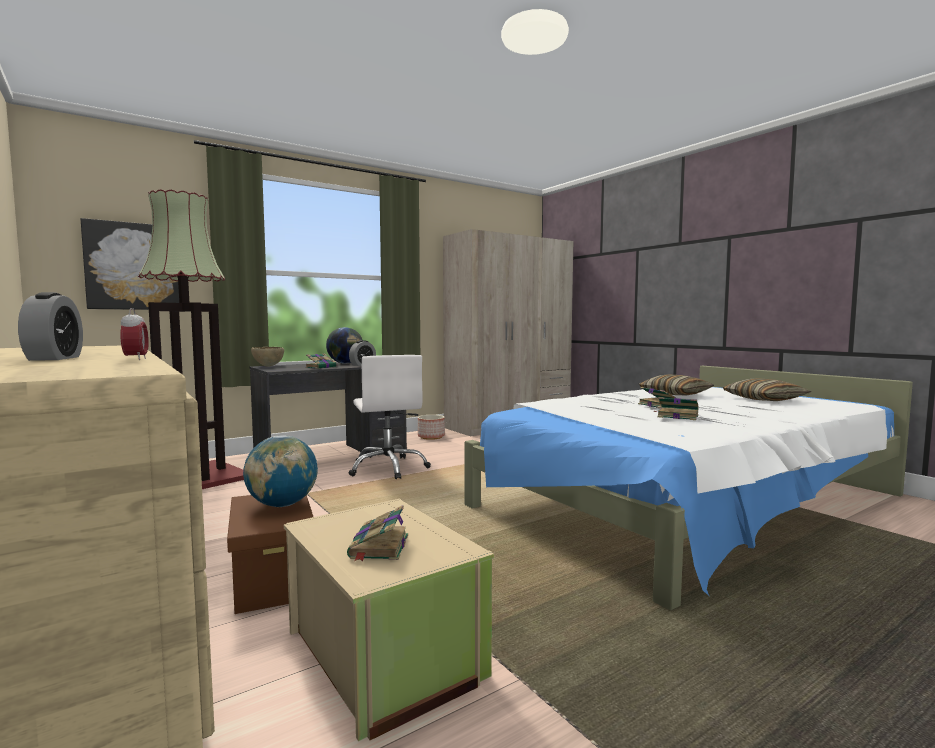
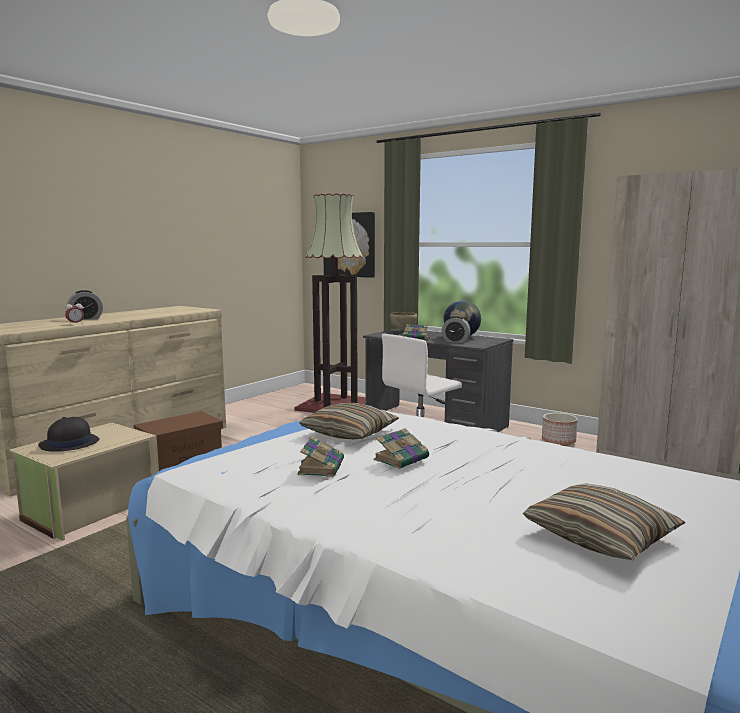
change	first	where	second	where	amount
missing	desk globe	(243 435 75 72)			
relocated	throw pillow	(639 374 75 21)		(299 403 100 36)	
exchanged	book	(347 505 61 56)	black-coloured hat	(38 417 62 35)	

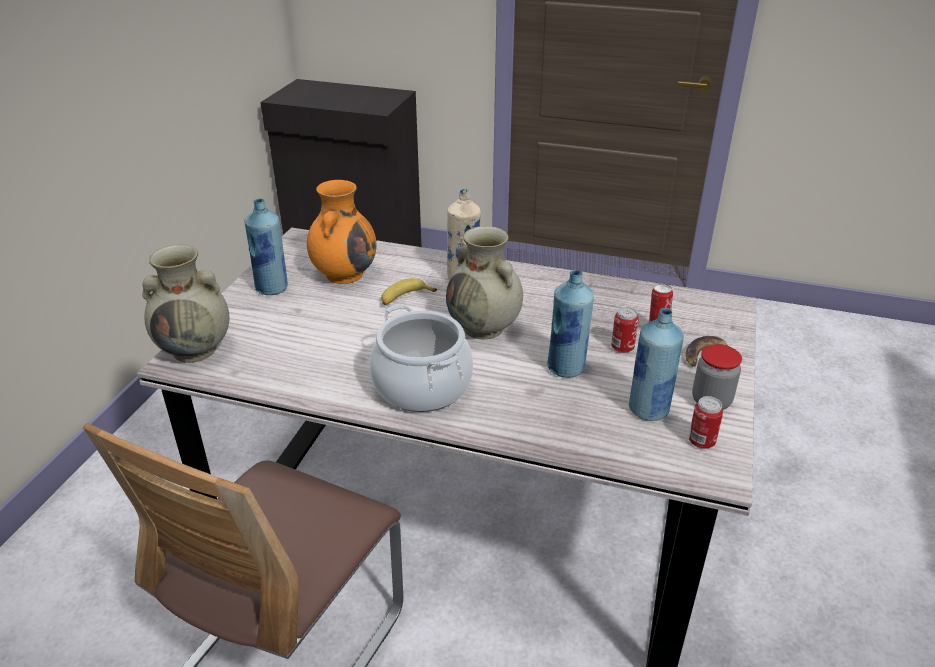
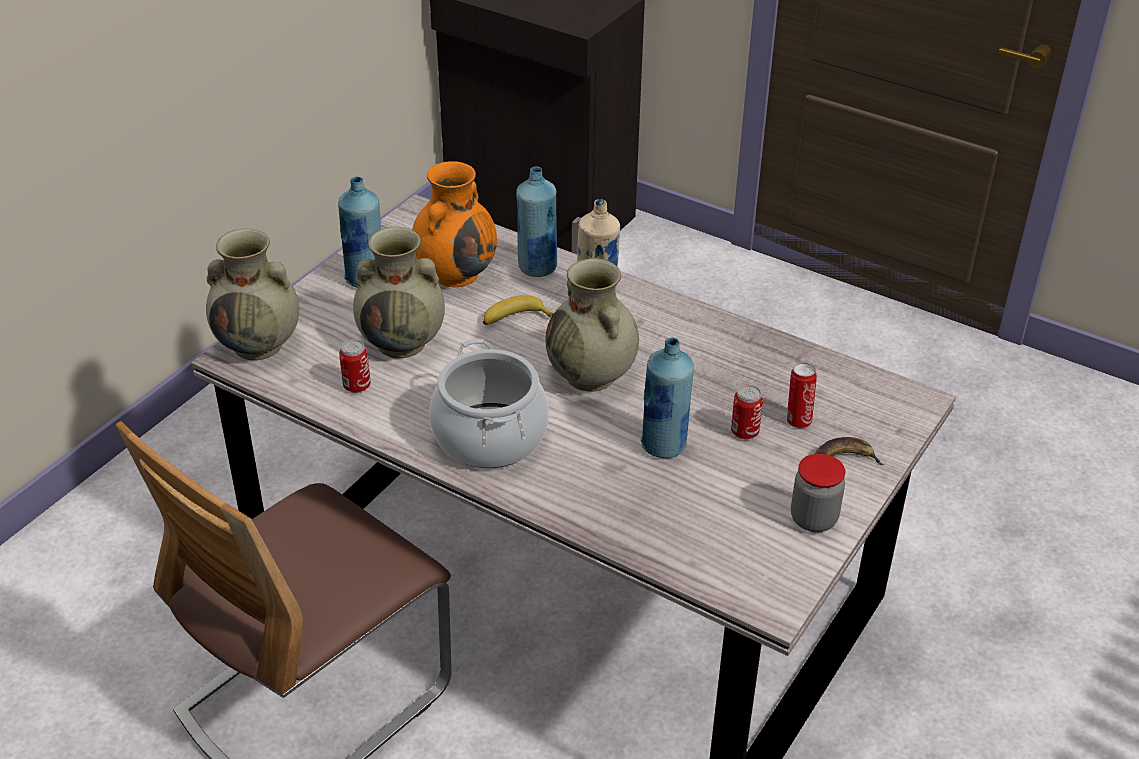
change	first	where	second	where	amount
appeared			beige decorative vase	(353 227 92 131)	
relocated	bluish beverage bottle	(629 308 55 113)		(516 166 41 111)	
relocated	metal can	(688 396 35 53)		(339 339 32 54)	

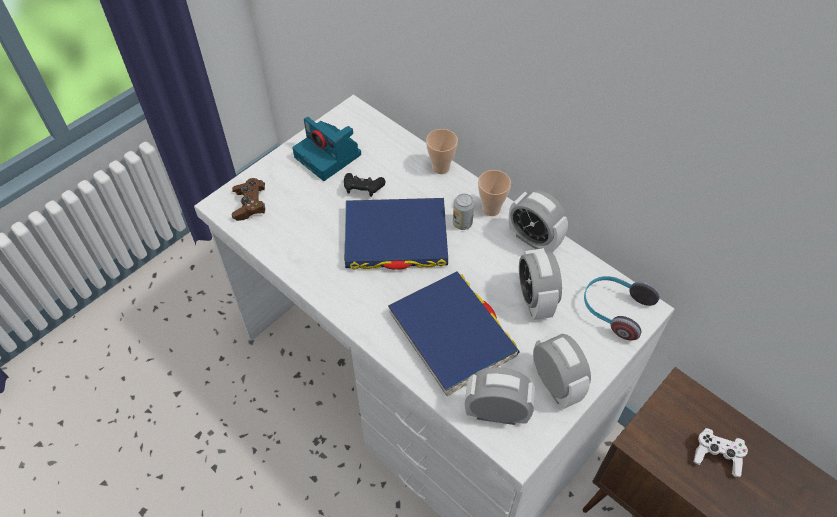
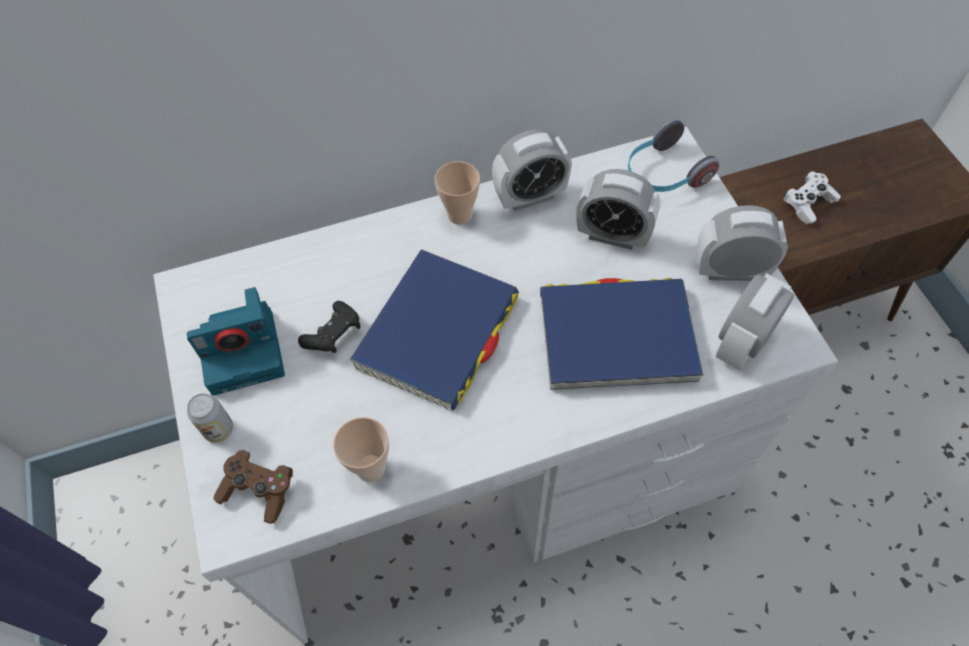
change	first	where	second	where	amount
relocated	cup	(426 129 32 45)		(333 417 56 65)	
relocated	metal can	(453 193 21 37)		(187 393 46 50)	

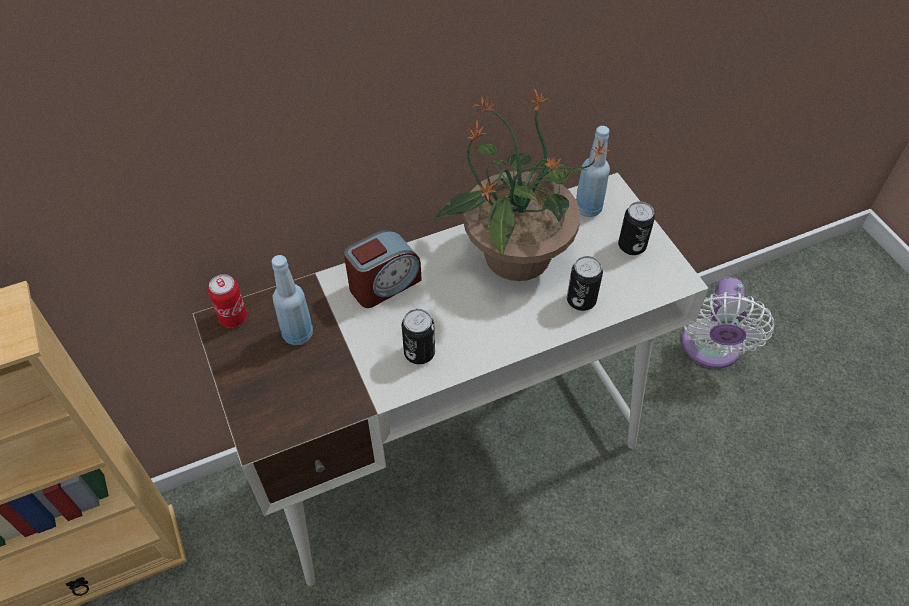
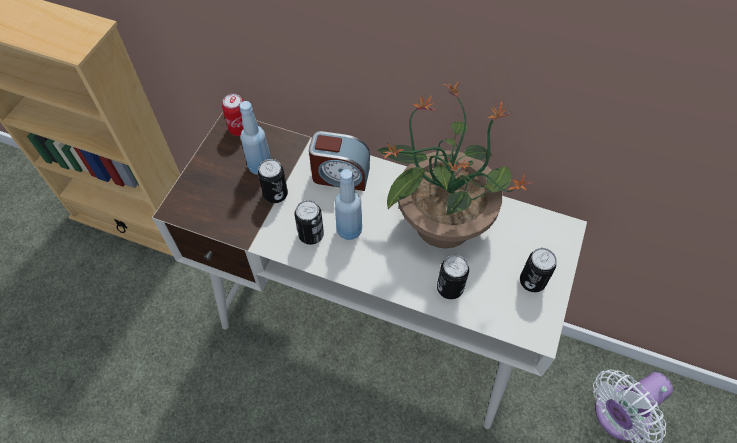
change	first	where	second	where	amount
appeared			metal can	(258 159 30 44)	
relocated	bluish beverage bottle	(576 126 34 91)		(335 169 27 71)	

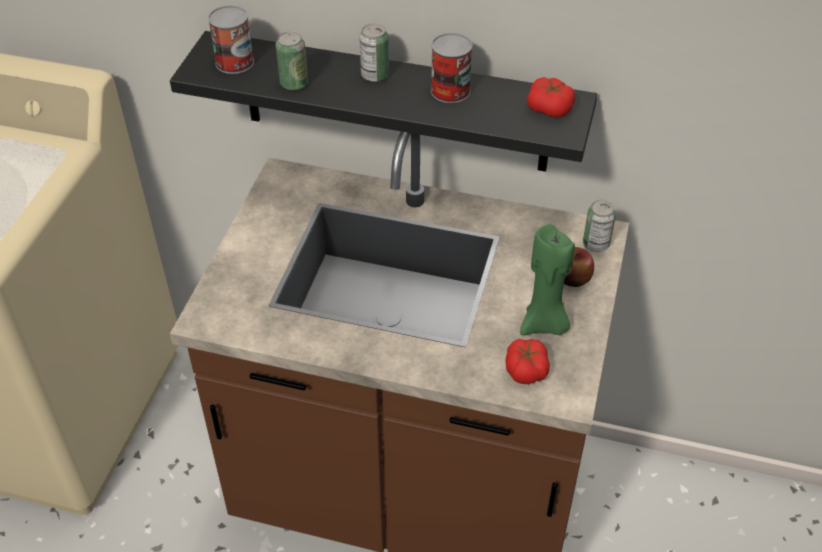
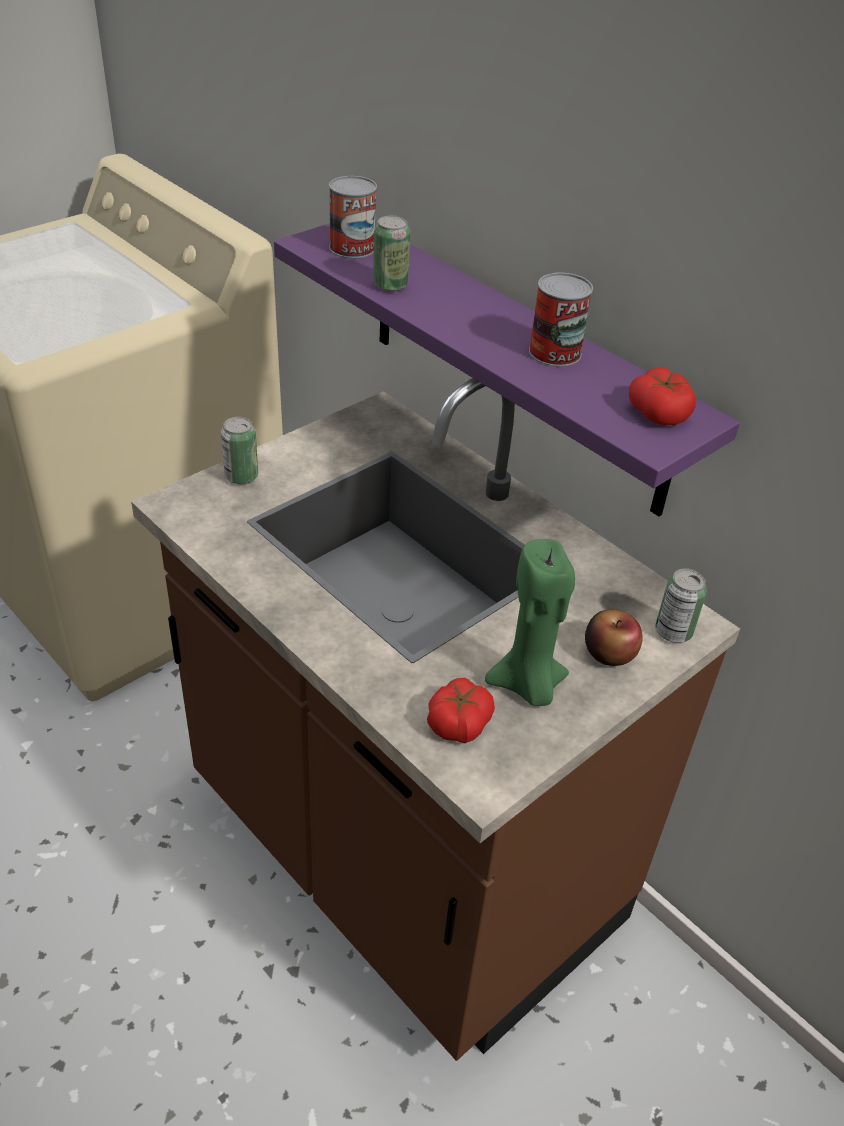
change	first	where	second	where	amount
relocated	metal can	(359 23 30 59)		(221 417 37 67)	
colour	black-coloured wall shelf	(170 31 427 141)	purple wall shelf	(274 223 466 293)	

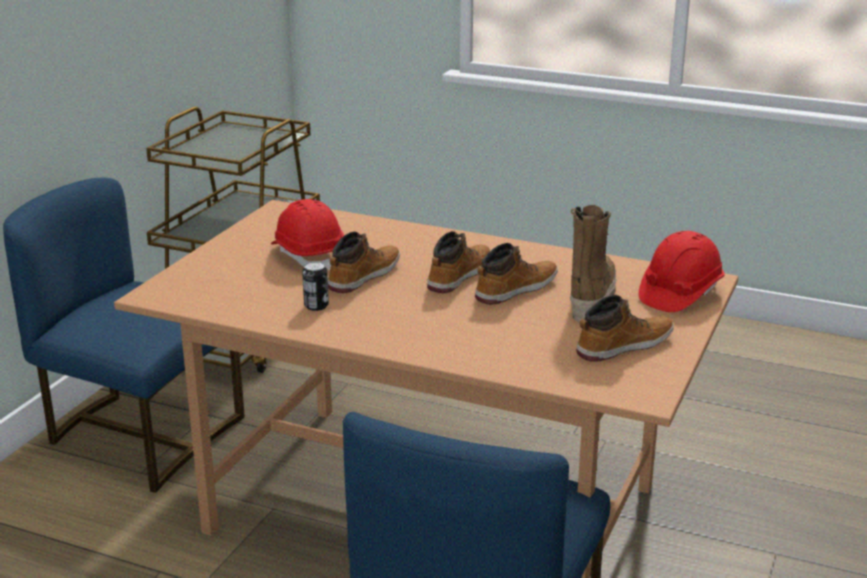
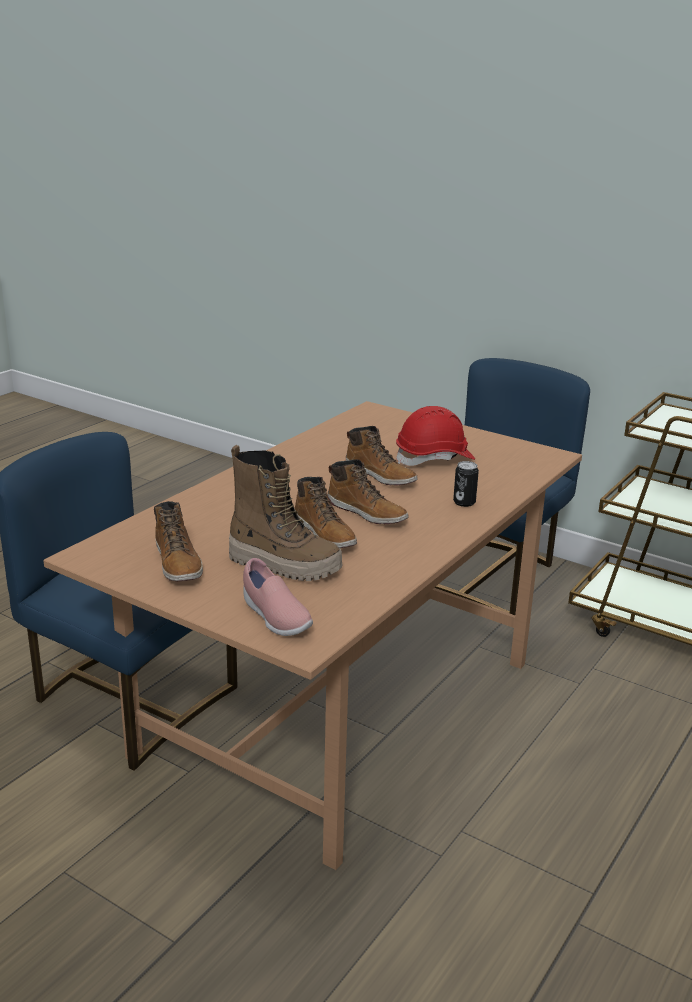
change	first	where	second	where	amount
relocated	metal can	(302 261 27 50)		(453 461 26 46)	
exchanged	red-coloured safety helmet	(639 231 86 81)	pink item of footwear	(243 558 70 78)	

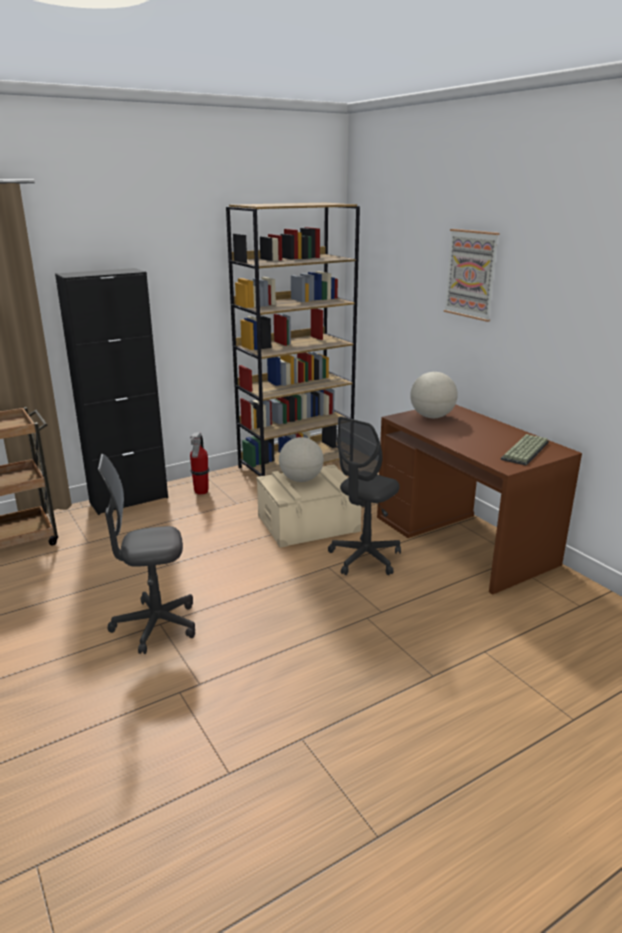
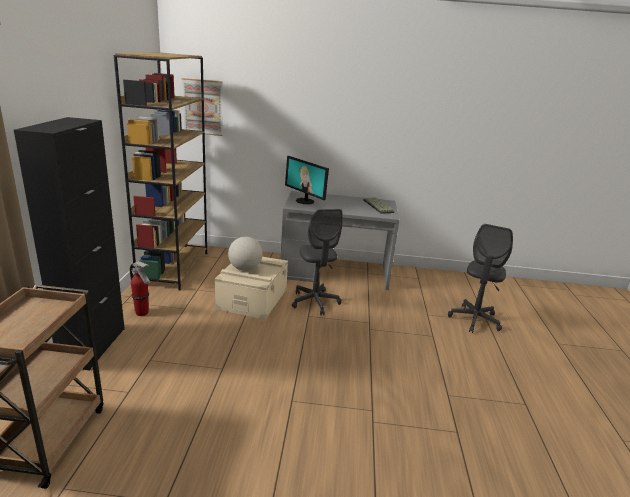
change	first	where	second	where	amount
relocated	greyish computer chair	(98 454 97 200)		(448 224 65 109)	
relocated	wall art	(444 229 56 93)		(182 78 41 58)	
exchanged	desk globe	(410 372 48 46)	monitor	(285 156 44 48)	
colour	brownish desk unit	(377 404 205 191)	greyish desk unit	(281 191 118 99)	

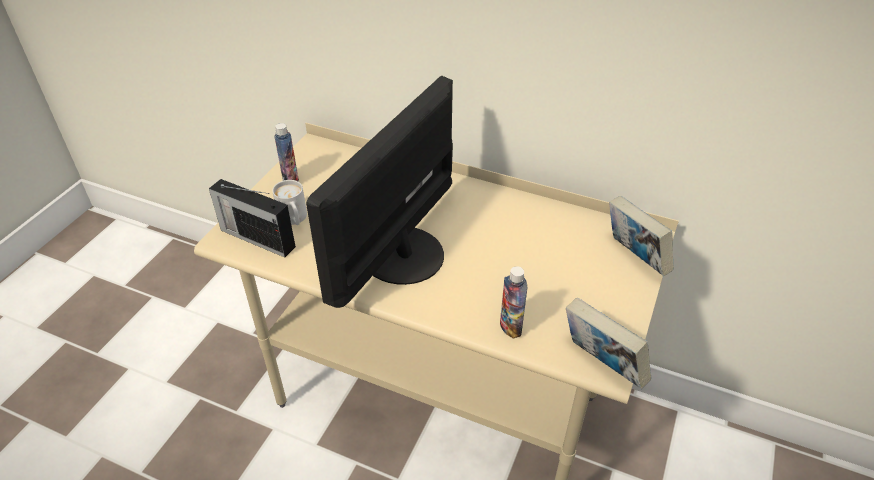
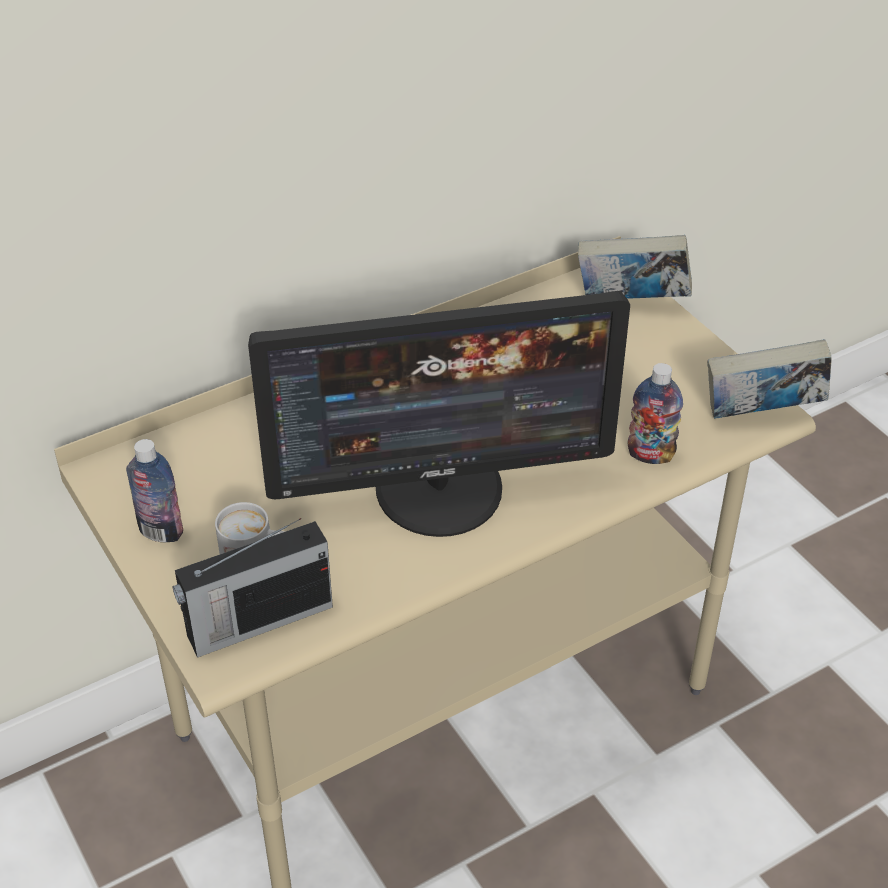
change	first	where	second	where	amount
spun	monitor	(306 76 147 232)		(248 291 382 246)	75 degrees counterclockwise

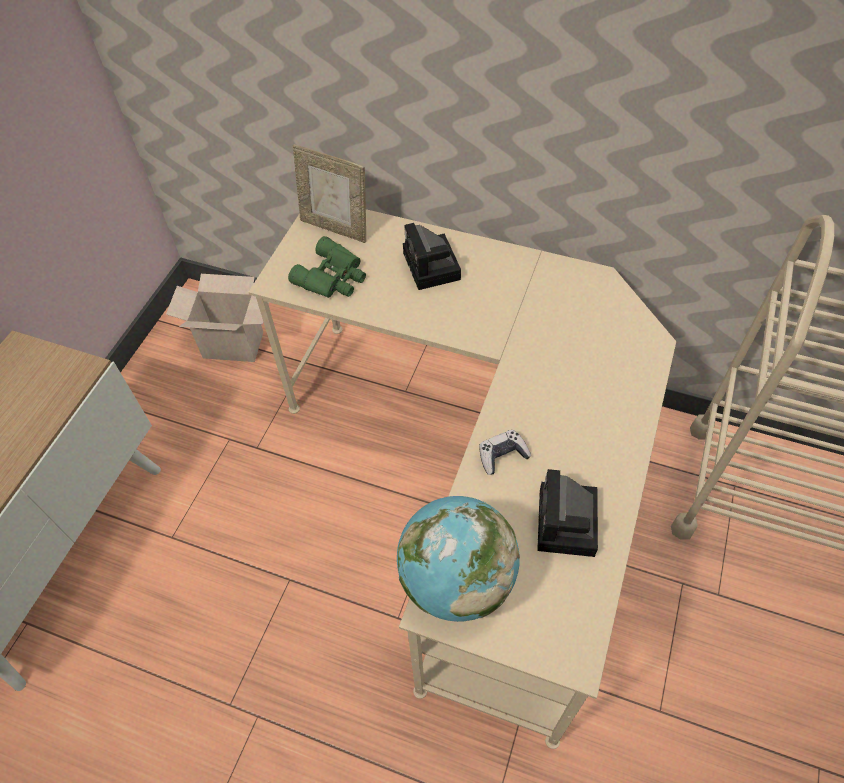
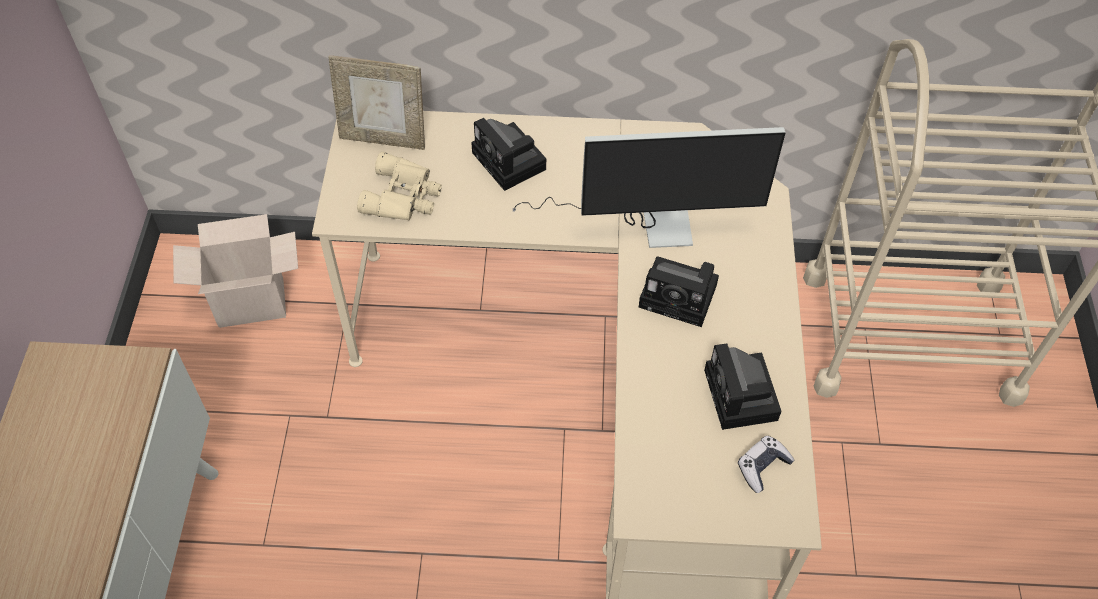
change	first	where	second	where	amount
missing	desk globe	(397 496 123 126)			
appeared			monitor	(513 127 273 121)	
appeared			still camera	(638 256 81 71)	
relocated	gamepad	(479 430 52 45)		(738 436 56 57)	
colour	green field glasses	(288 236 78 62)	beige field glasses	(357 152 85 68)	

